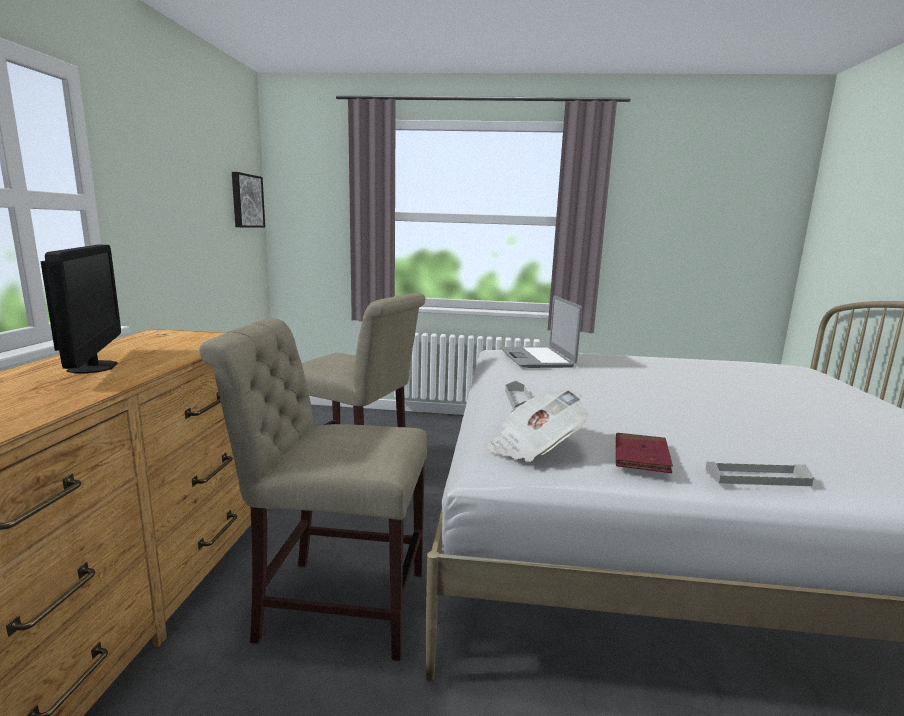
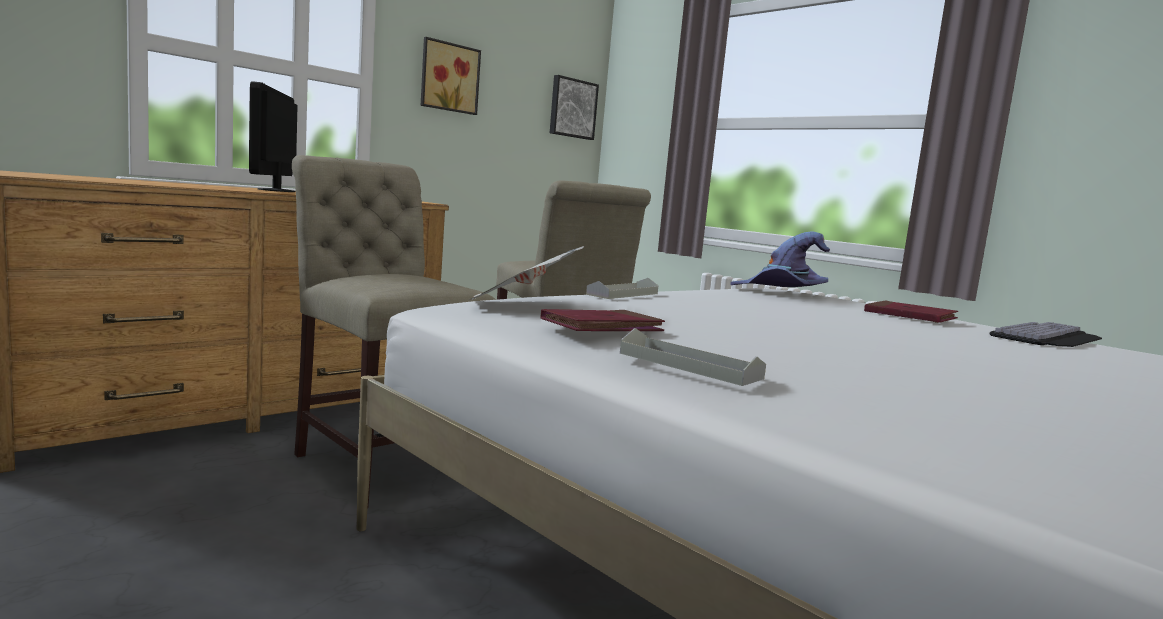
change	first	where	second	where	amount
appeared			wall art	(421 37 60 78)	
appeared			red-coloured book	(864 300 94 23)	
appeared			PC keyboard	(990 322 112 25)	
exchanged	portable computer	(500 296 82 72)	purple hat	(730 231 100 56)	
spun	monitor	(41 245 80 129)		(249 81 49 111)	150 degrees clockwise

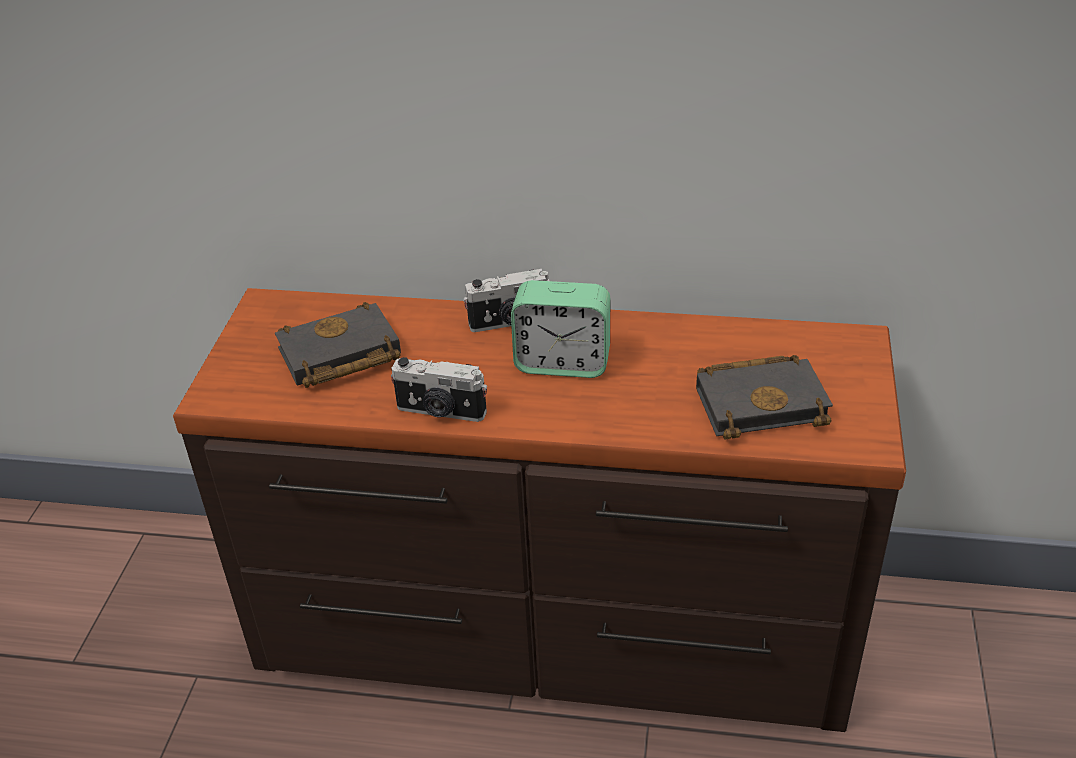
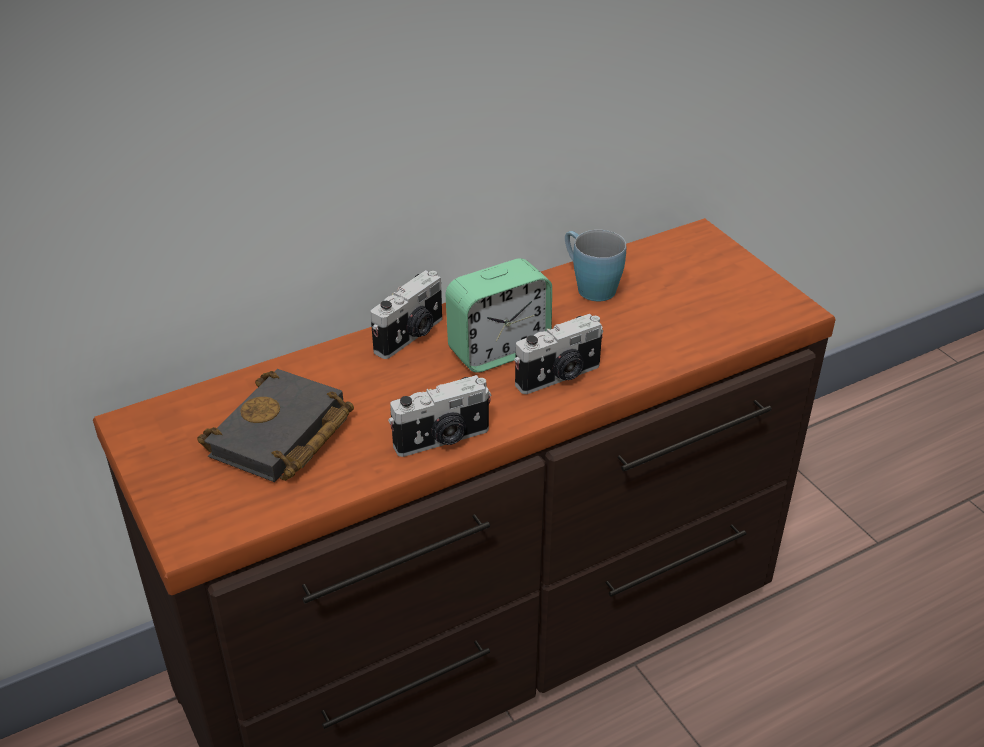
change	first	where	second	where	amount
missing	black-coloured book	(696 355 137 85)			
appeared			still camera	(514 314 89 80)	
appeared			bluish mug	(565 230 61 72)	

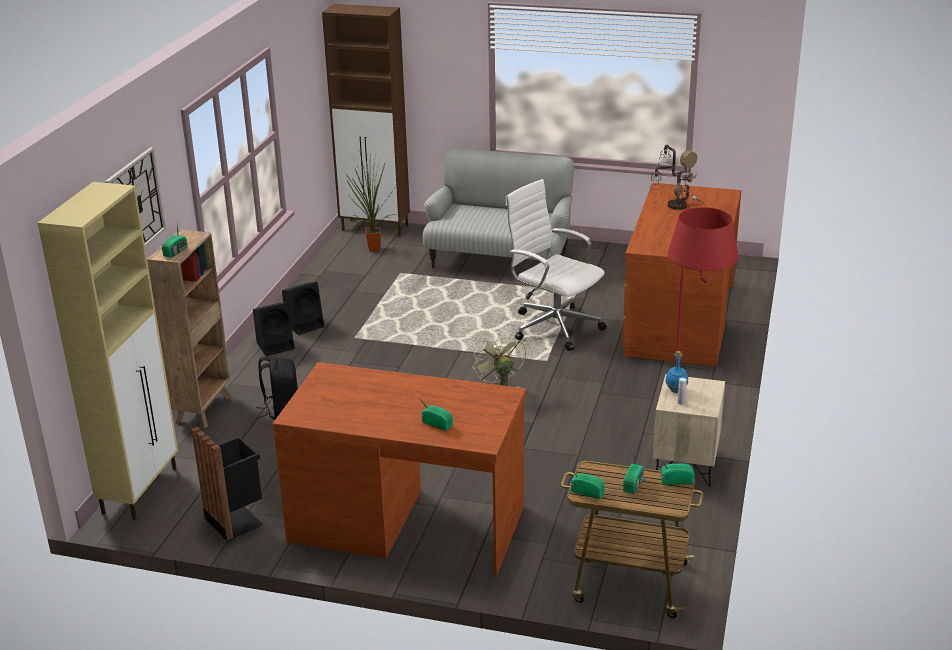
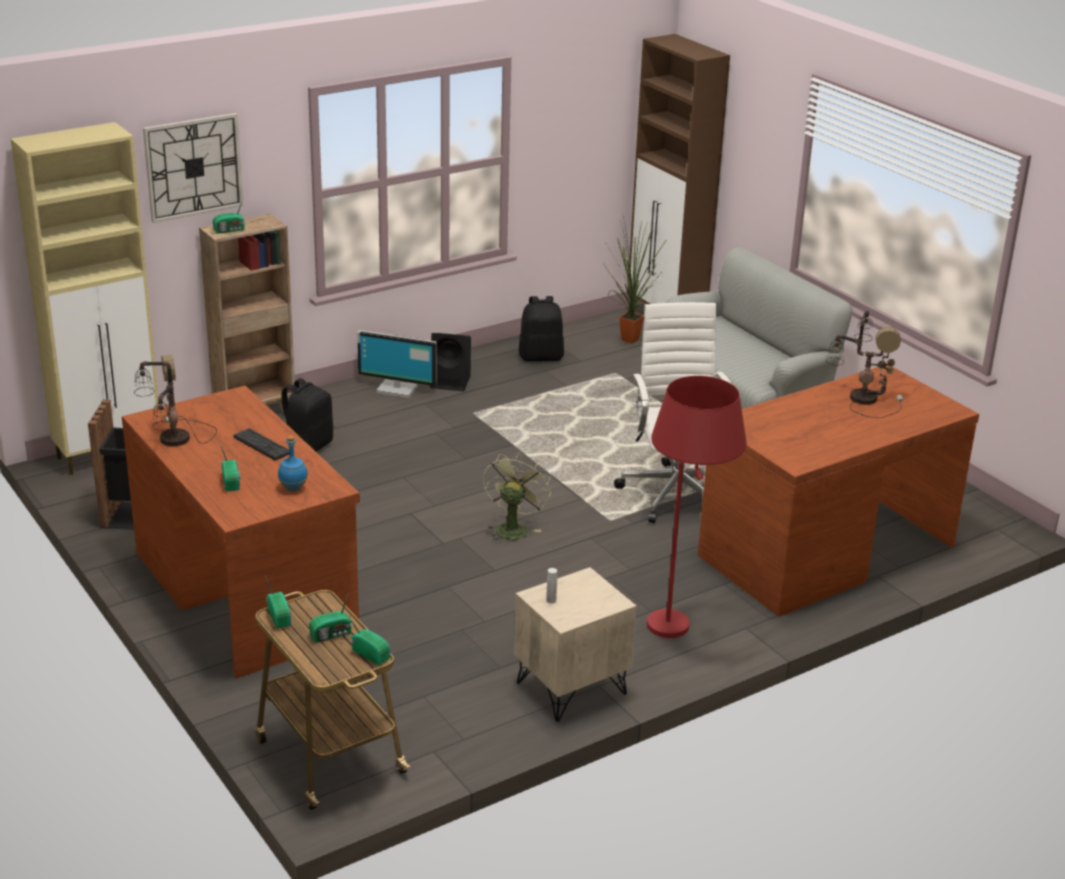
change	first	where	second	where	amount
appeared			lamp for a table	(134 355 83 92)	
appeared			PC keyboard	(233 428 56 33)	
appeared			black-coloured backpack	(519 296 45 66)	
relocated	bluish beverage bottle	(665 351 23 42)		(278 436 30 55)	
exchanged	black-coloured loudspeaker	(253 303 42 53)	monitor	(357 330 80 68)	

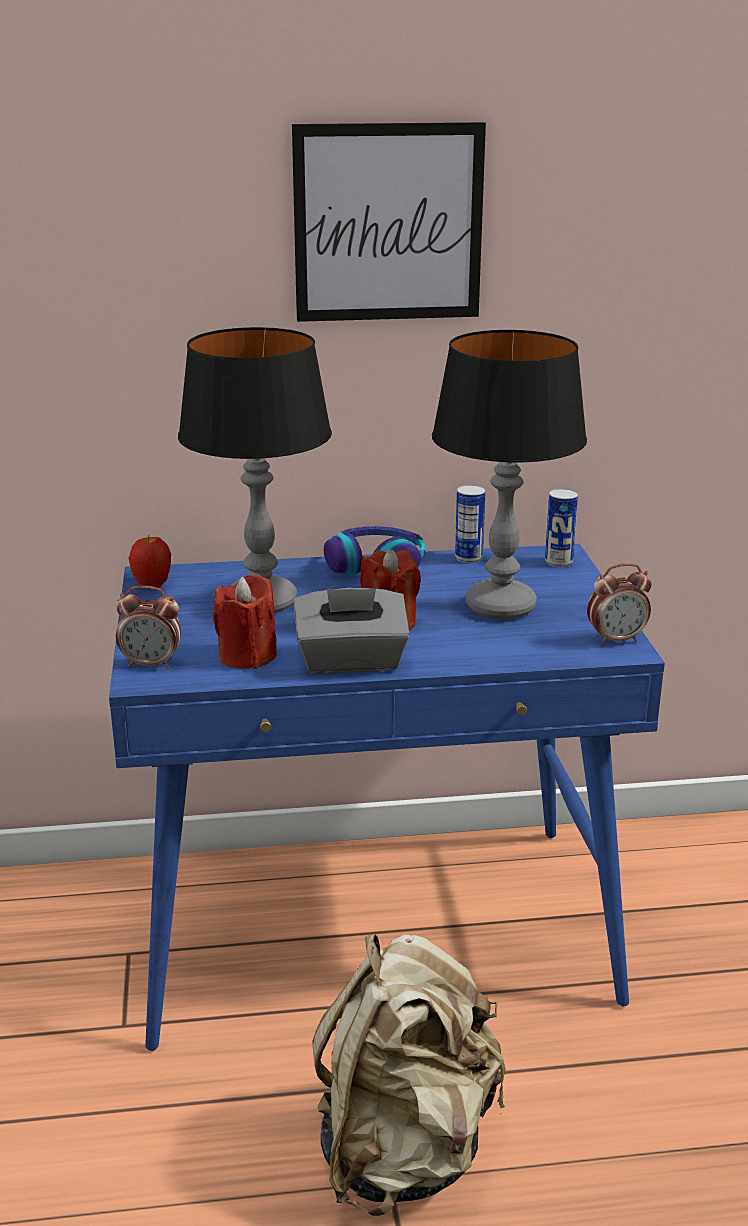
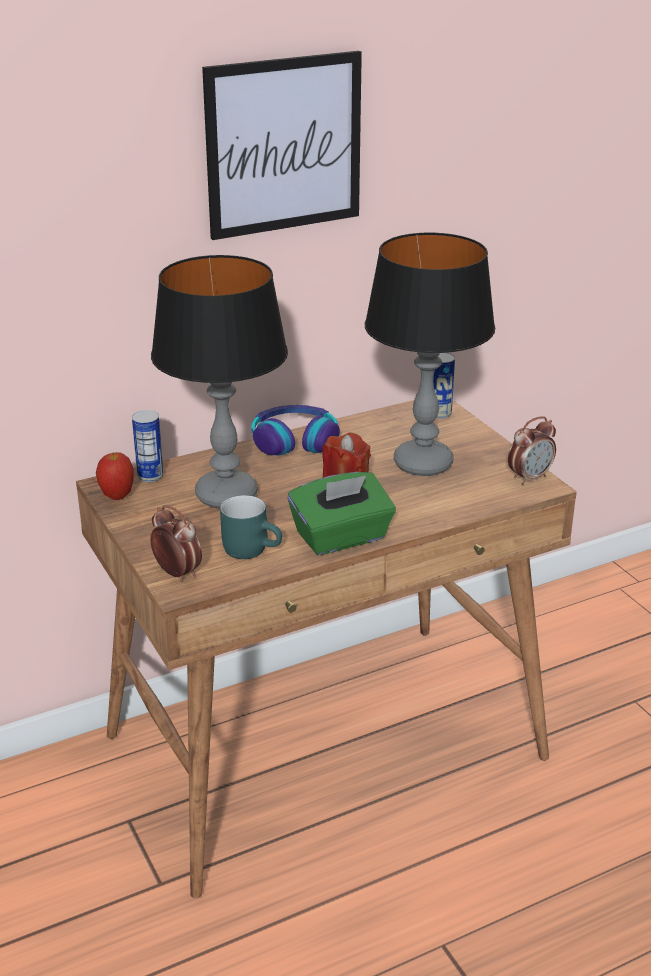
change	first	where	second	where	amount
missing	beige backpack	(312 934 194 282)			
relocated	metal can	(455 485 31 78)		(132 410 31 72)	
exchanged	red-coloured wax light	(213 574 64 95)	blue-green mug	(220 495 62 64)	
colour	bluish desk unit	(109 544 556 507)	brownish desk unit	(76 400 501 499)	
colour	greyish box of tissues	(294 588 116 86)	green box of tissues	(288 472 108 83)	
spun	alarm clock	(116 586 65 83)		(150 505 52 77)	120 degrees counterclockwise

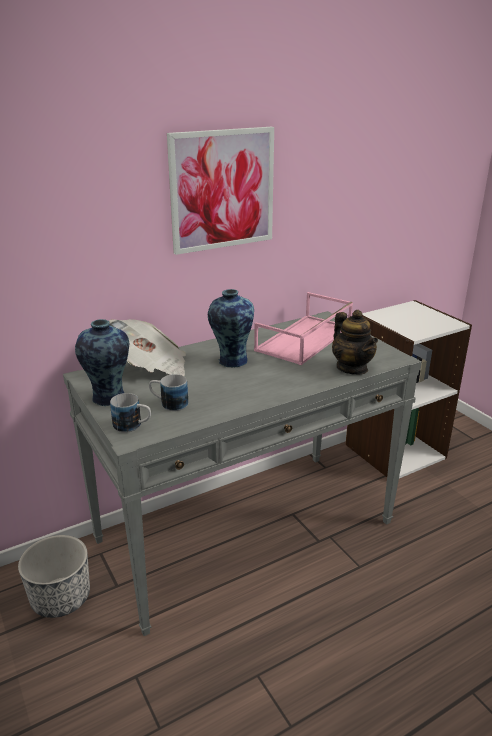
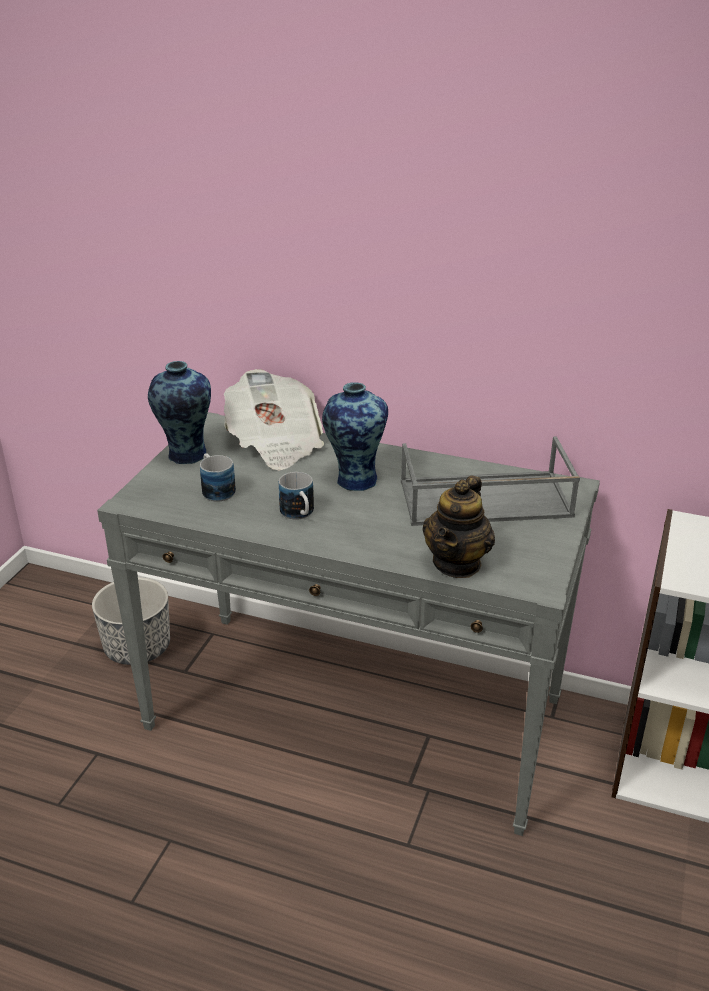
change	first	where	second	where	amount
missing	wall art	(167 127 107 128)			
relocated	mug	(110 393 41 40)		(279 472 35 48)	
colour	pink serving tray	(254 292 99 73)	greyish serving tray	(401 436 179 90)	

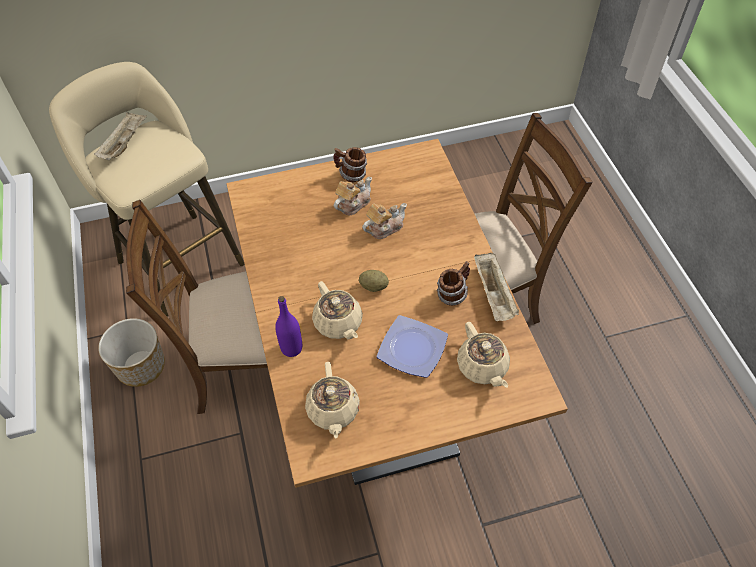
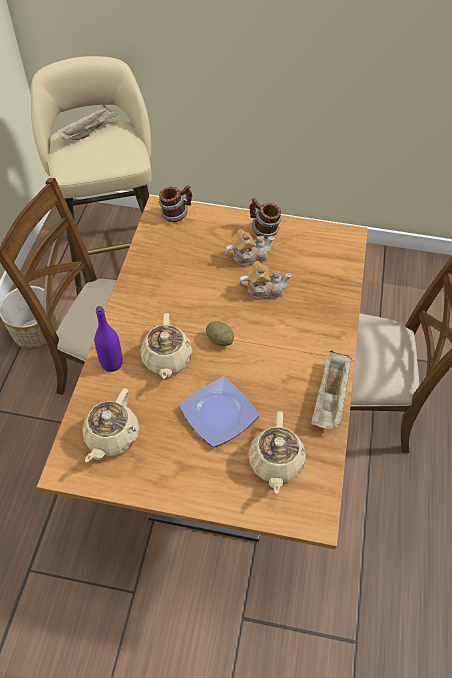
change	first	where	second	where	amount
relocated	mug	(437 261 33 45)		(159 185 33 37)	

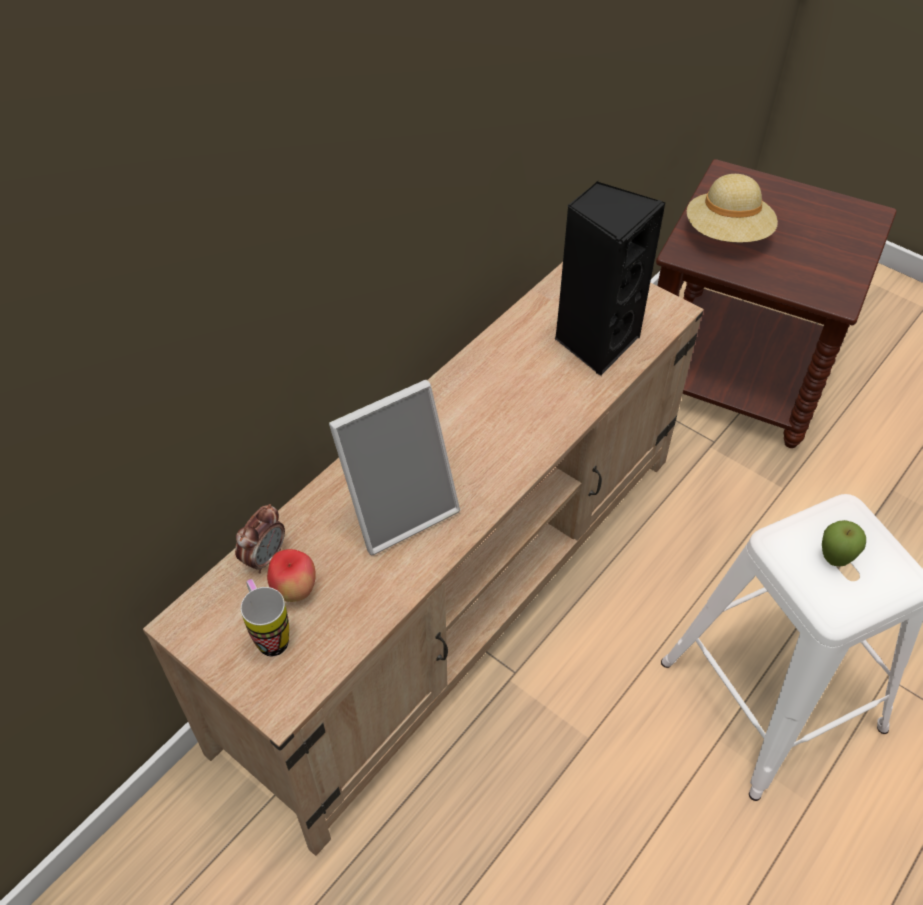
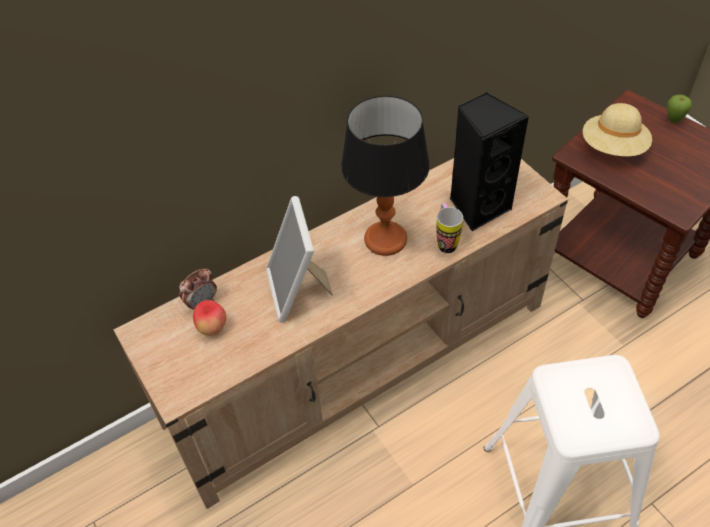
change	first	where	second	where	amount
appeared			lamp for a table	(341 95 89 161)	
relocated	mug	(241 579 48 77)		(436 203 27 50)	
relocated	whole apple	(822 520 44 46)		(667 95 25 28)	
spun	standing frame	(329 380 131 175)		(266 196 67 127)	90 degrees clockwise

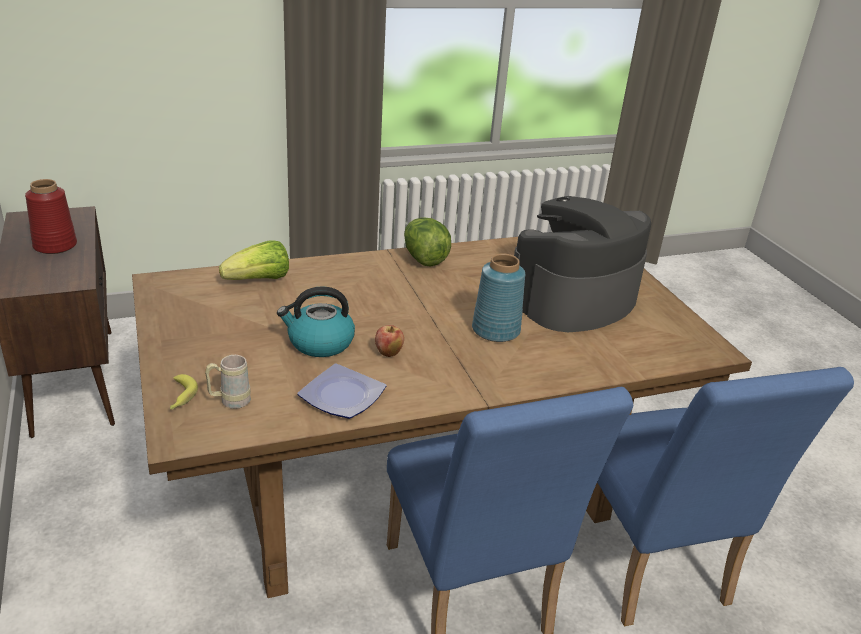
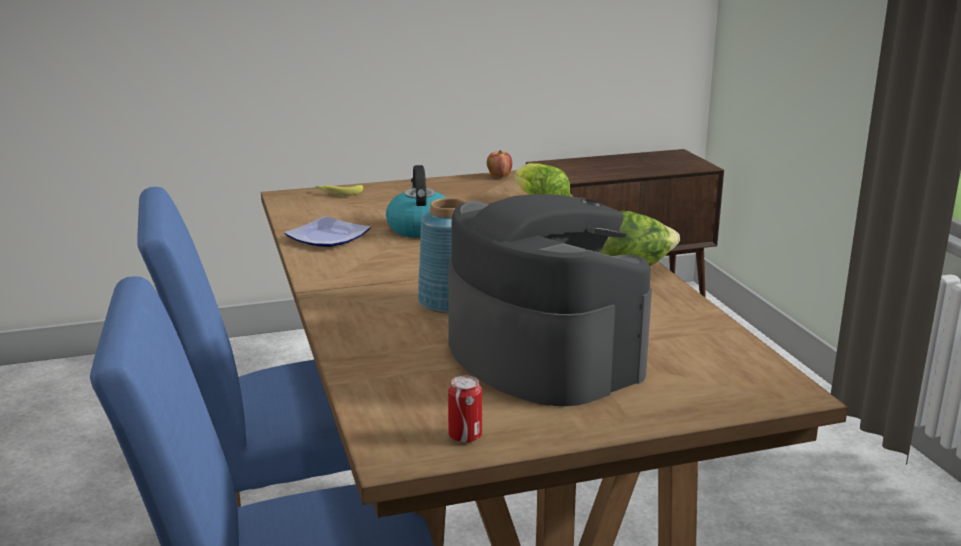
change	first	where	second	where	amount
missing	red-coloured decorative vase	(25 179 52 75)			
missing	beige mug	(205 355 46 54)			
appeared			metal can	(448 376 34 67)	
relocated	whole apple	(375 325 29 32)		(487 150 25 28)	

